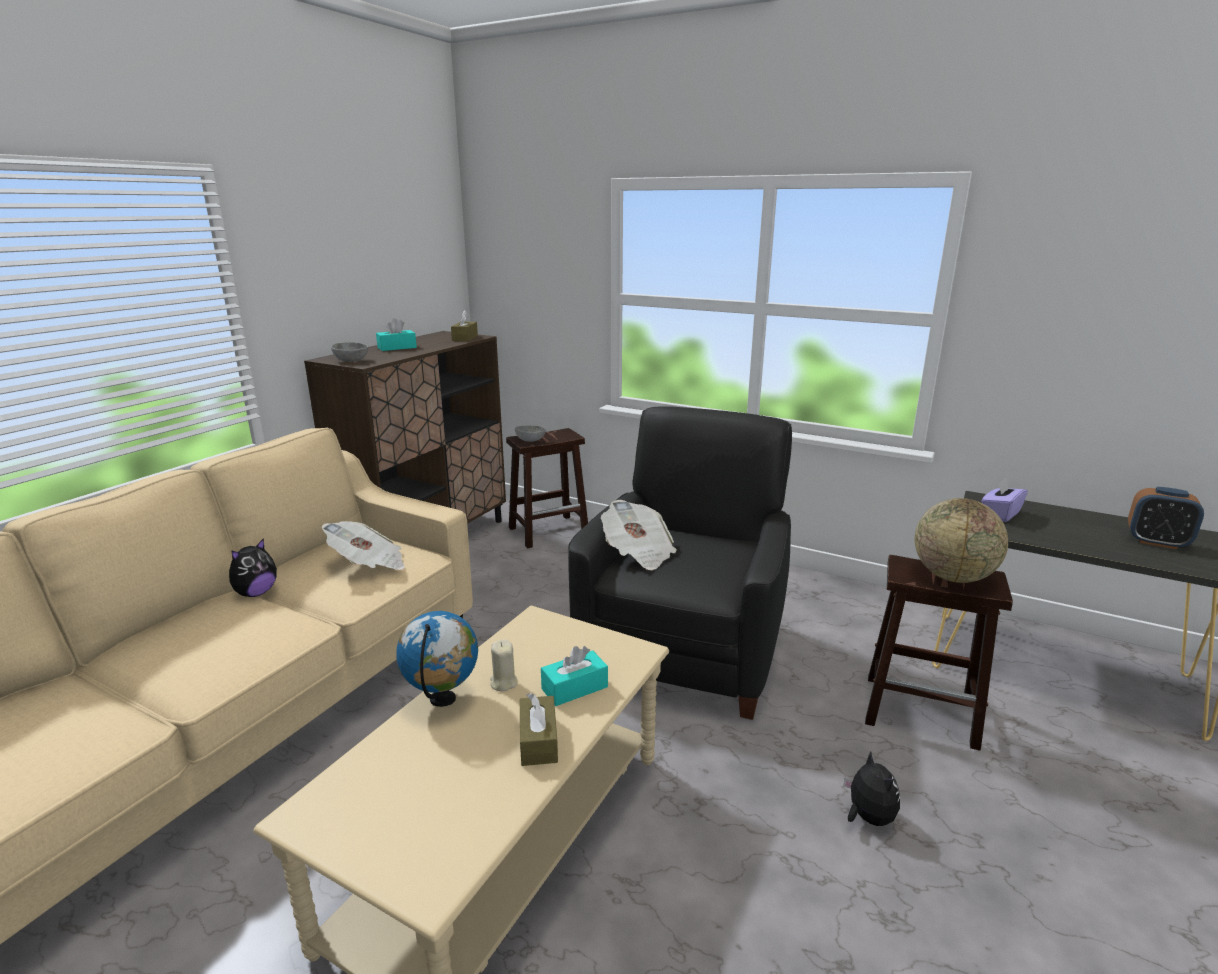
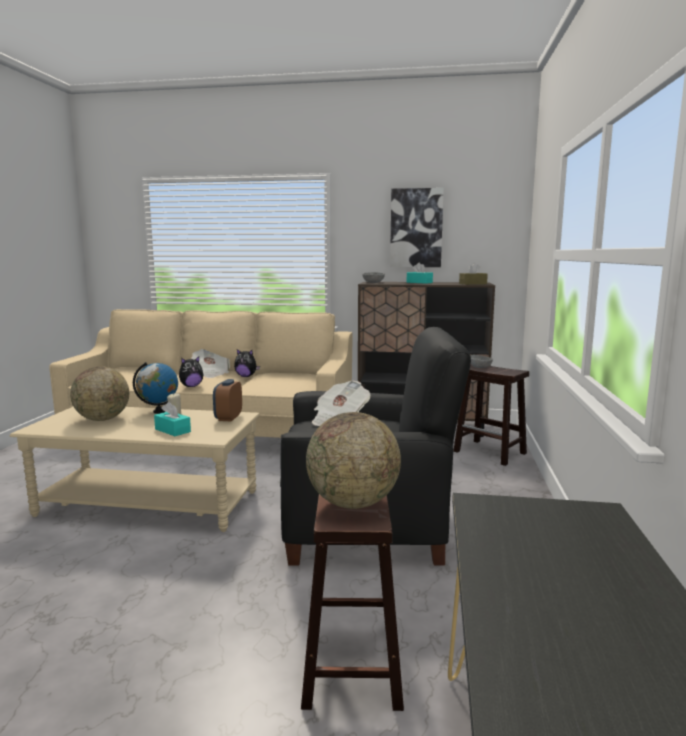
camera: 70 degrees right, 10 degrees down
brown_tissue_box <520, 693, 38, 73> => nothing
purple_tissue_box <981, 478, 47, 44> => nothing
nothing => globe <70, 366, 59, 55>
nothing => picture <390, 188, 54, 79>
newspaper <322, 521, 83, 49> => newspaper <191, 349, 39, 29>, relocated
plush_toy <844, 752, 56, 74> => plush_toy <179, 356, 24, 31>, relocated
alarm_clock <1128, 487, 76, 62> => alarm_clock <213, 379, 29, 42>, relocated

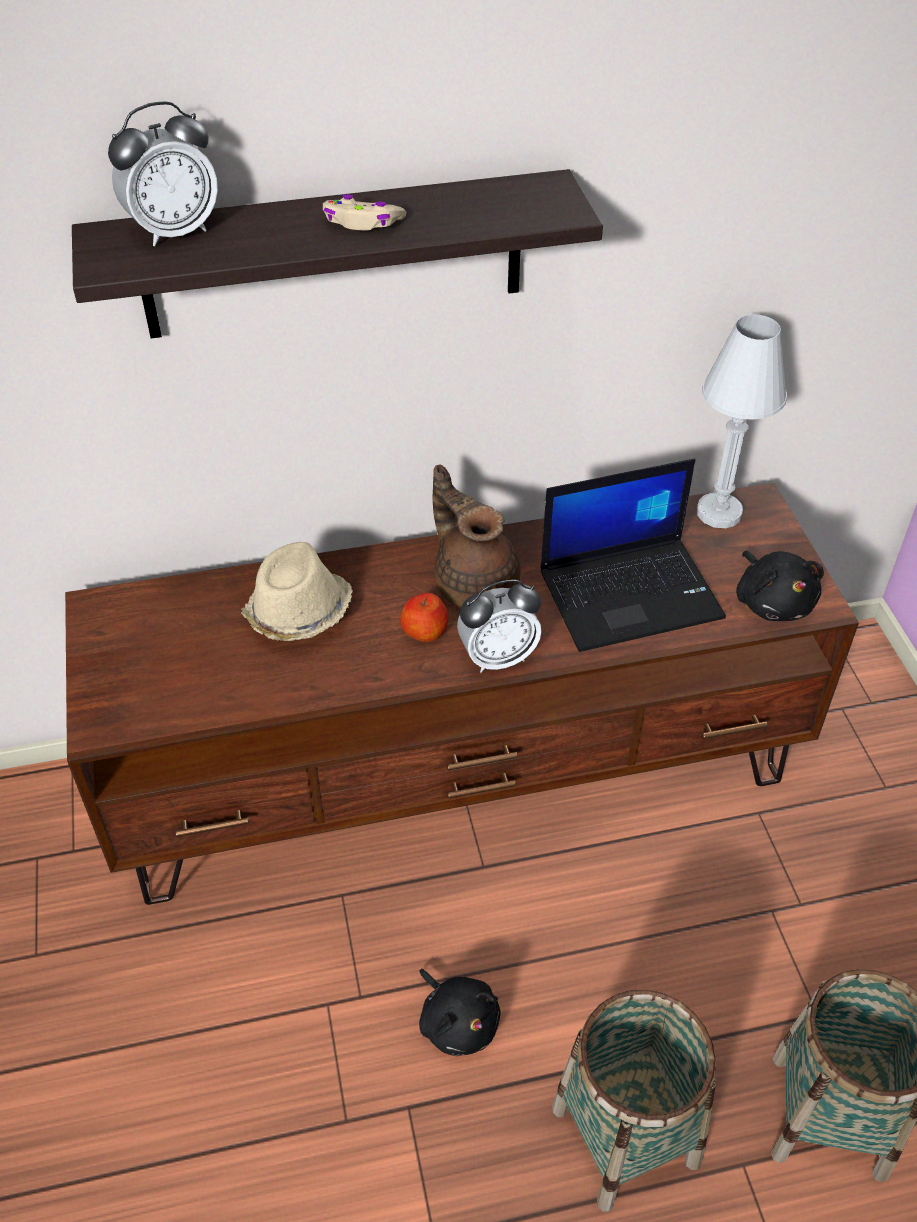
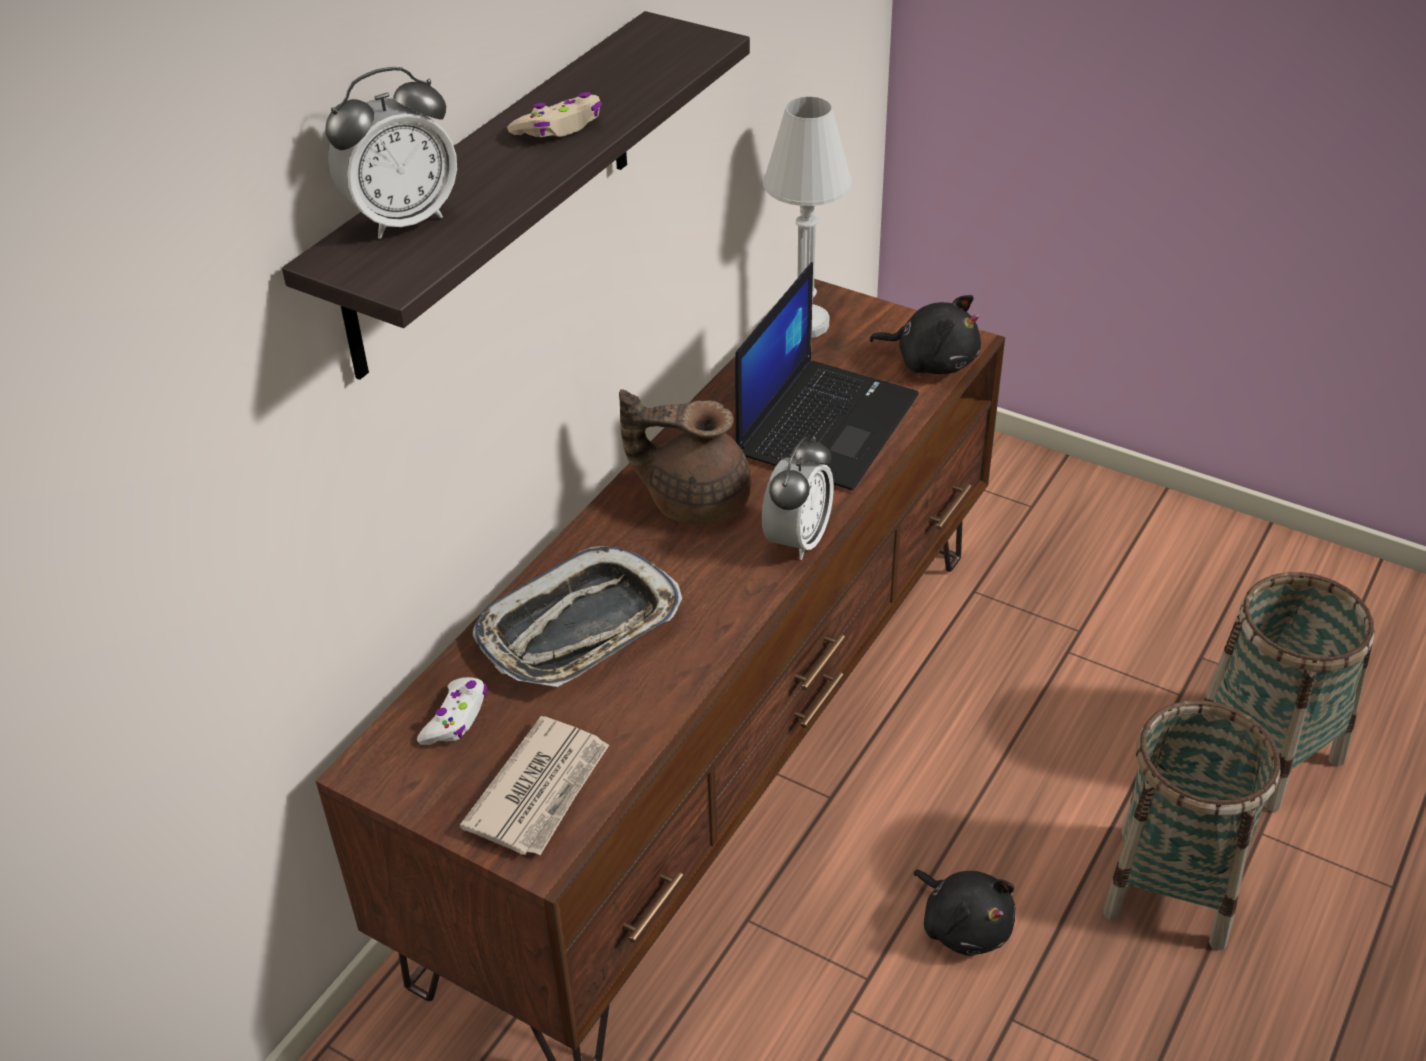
camera: 45 degrees left, 5 degrees down
apple <400, 593, 48, 49> => nothing
nothing => white_game_controller <417, 677, 70, 68>
nothing => newspaper <460, 716, 149, 139>
beige_hat <241, 542, 111, 99> => tray <473, 546, 209, 141>
alarm_clock <108, 102, 110, 144> => alarm_clock <325, 67, 132, 172>, 45 degrees clockwise
black_plush_toy <419, 969, 82, 87> => black_plush_toy <913, 869, 103, 87>, 45 degrees clockwise

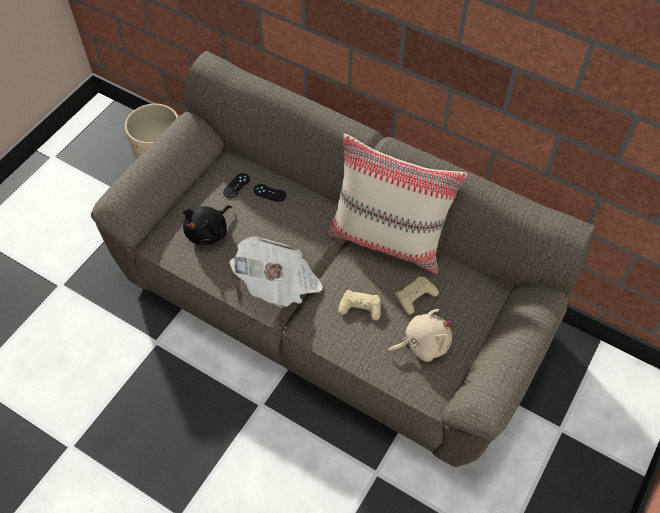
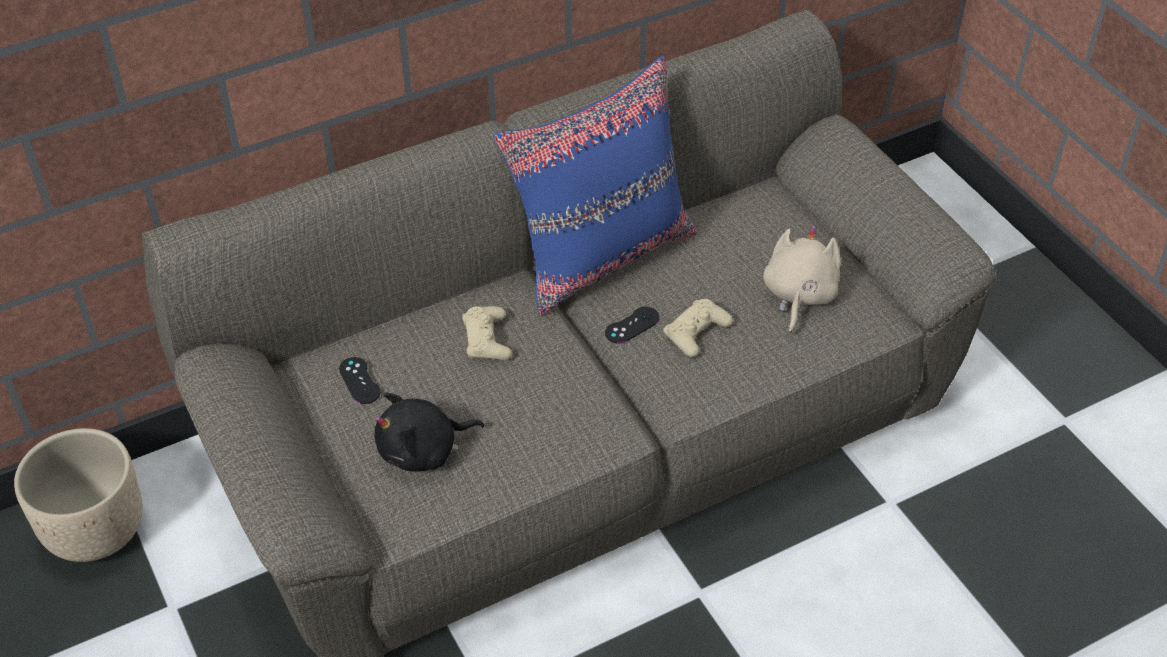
camera: 60 degrees left, 10 degrees down
newspaper <230, 236, 93, 72> => nothing
black_game_controller <253, 184, 33, 18> => black_game_controller <605, 307, 55, 37>, relocated
beige_game_controller <395, 276, 44, 38> => beige_game_controller <462, 306, 50, 54>, relocated
beige_pillow <326, 134, 141, 140> => blue_pillow <493, 56, 204, 260>
black_plush_toy <183, 205, 48, 40> => black_plush_toy <374, 392, 110, 80>, 90 degrees clockwise

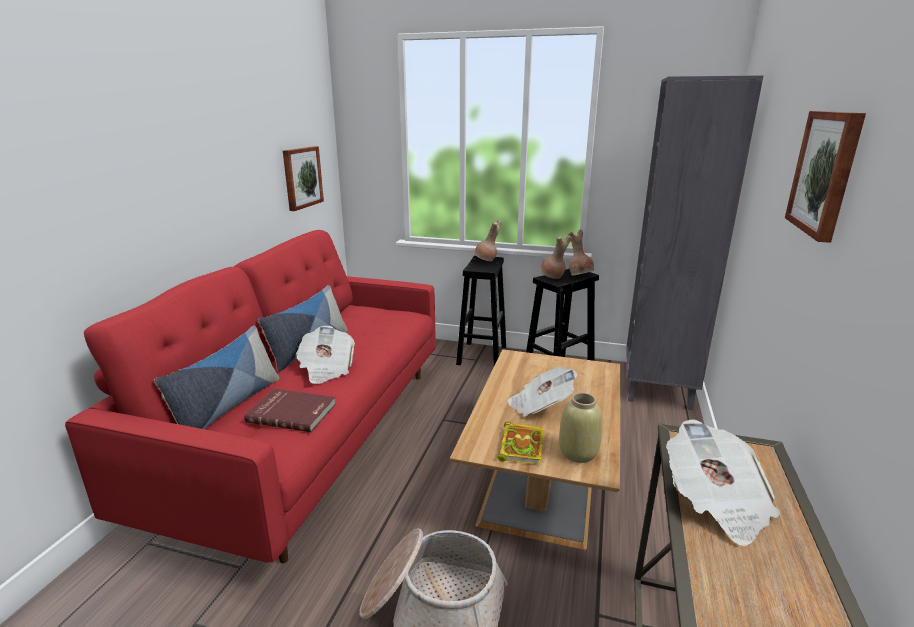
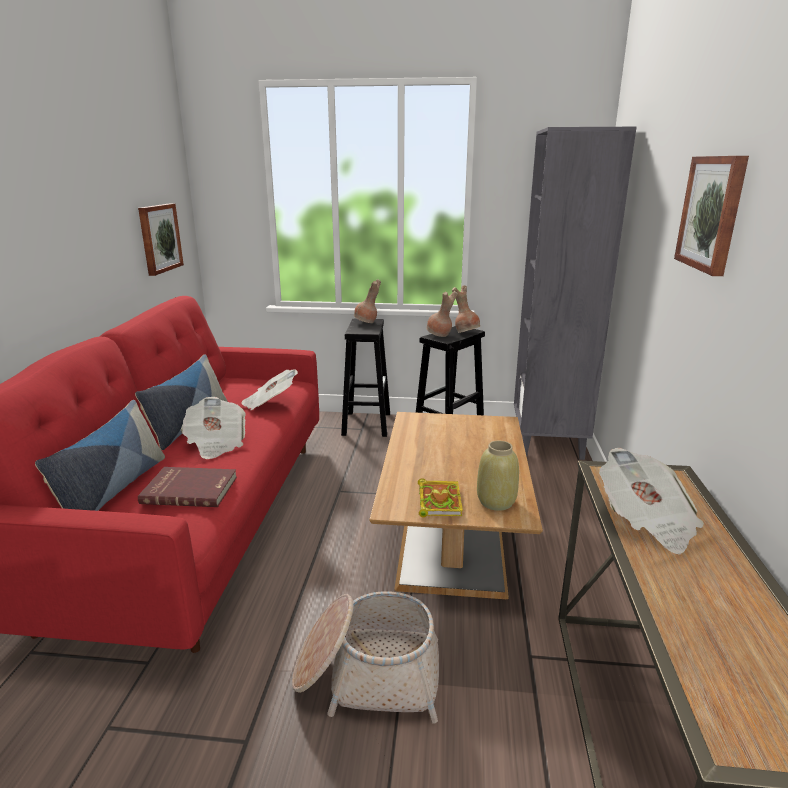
camera: 10 degrees left, 0 degrees up
newspaper <508, 367, 70, 50> => newspaper <241, 369, 57, 41>, relocated

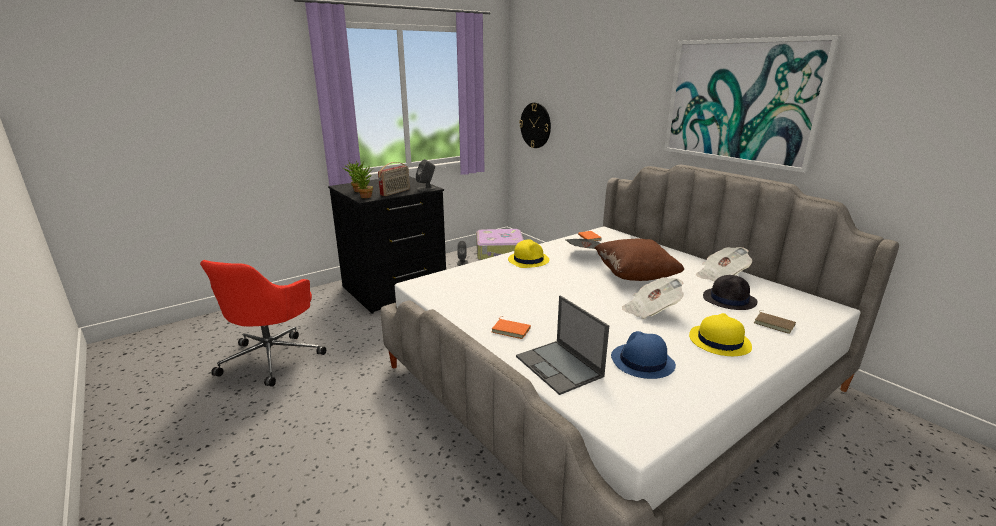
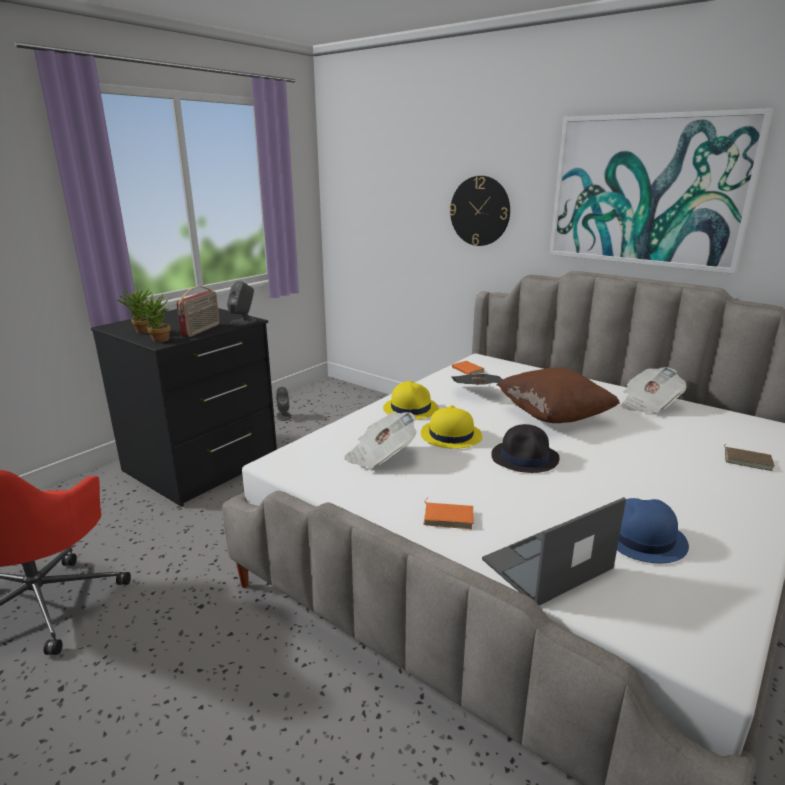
camera: 15 degrees left, 0 degrees up
suitcase <476, 229, 48, 31> => nothing
wall_clock <519, 102, 32, 46> => wall_clock <450, 176, 60, 70>, relocated
newspaper <622, 277, 62, 42> => newspaper <345, 412, 72, 58>, relocated
yellow_hat <689, 313, 63, 43> => yellow_hat <421, 405, 61, 44>, relocated
black_hat <703, 275, 55, 35> => black_hat <491, 424, 69, 49>, relocated
laptop <516, 295, 93, 100> => laptop <482, 497, 144, 108>, 105 degrees clockwise

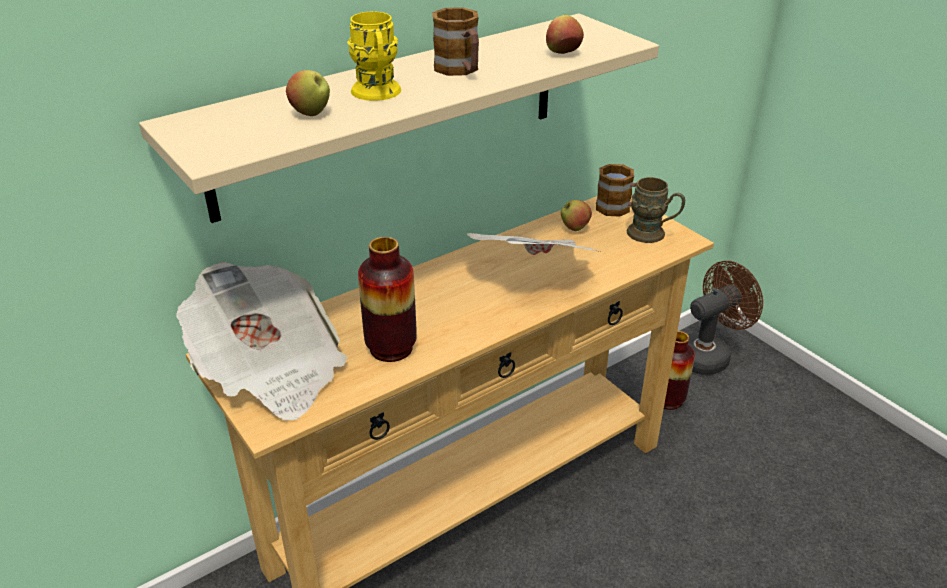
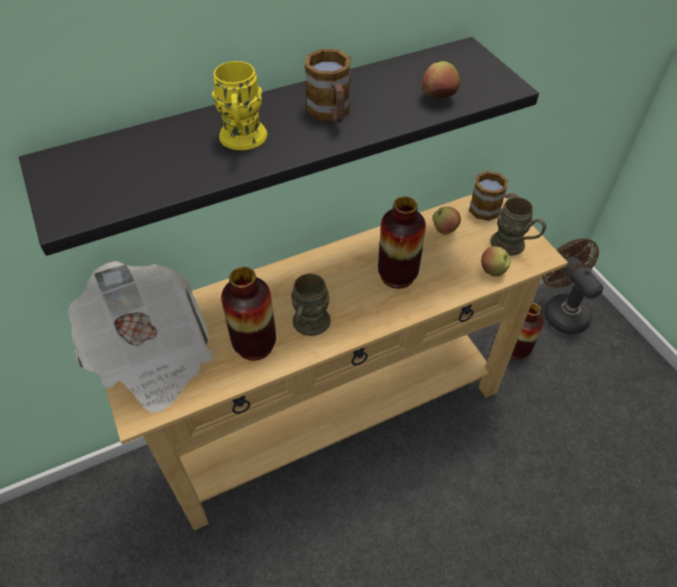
camera: 10 degrees right, 15 degrees up
nothing => brown_mug <291, 274, 40, 62>
apple <286, 70, 44, 46> => apple <481, 246, 30, 30>, relocated
newspaper <467, 233, 133, 22> => vase <378, 197, 48, 92>
beige_shelf <139, 14, 520, 209> => black_shelf <19, 37, 520, 219>
brown_fan <688, 261, 75, 114> => brown_fan <542, 238, 62, 96>, 90 degrees counterclockwise

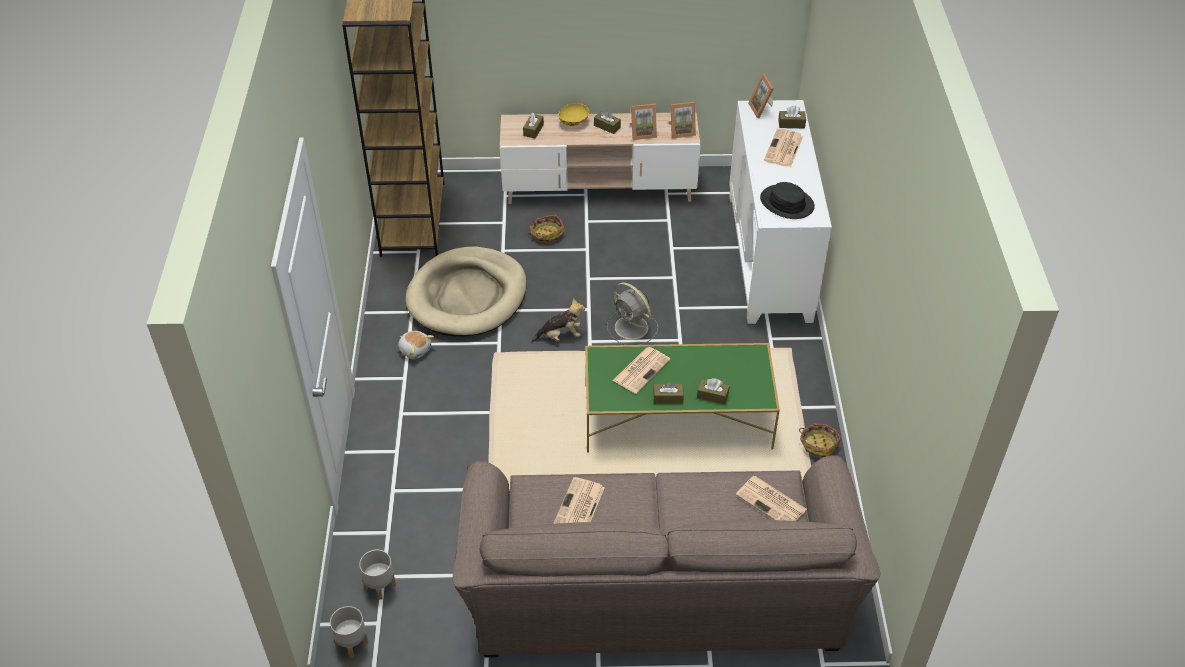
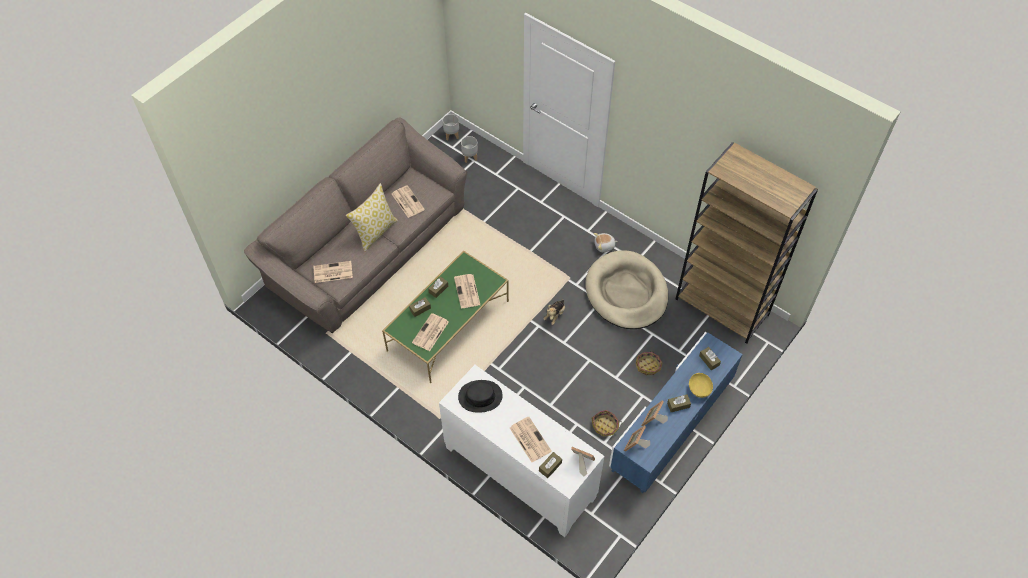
camera: 130 degrees right, 10 degrees up
grey_fan <607, 283, 51, 62> => nothing
nothing => pillow <346, 183, 52, 69>
nothing => newspaper <412, 313, 37, 38>
basket <799, 424, 42, 33> => basket <592, 410, 30, 26>, relocated
beige_tv_stand <500, 112, 200, 92> => blue_tv_stand <609, 332, 134, 161>

